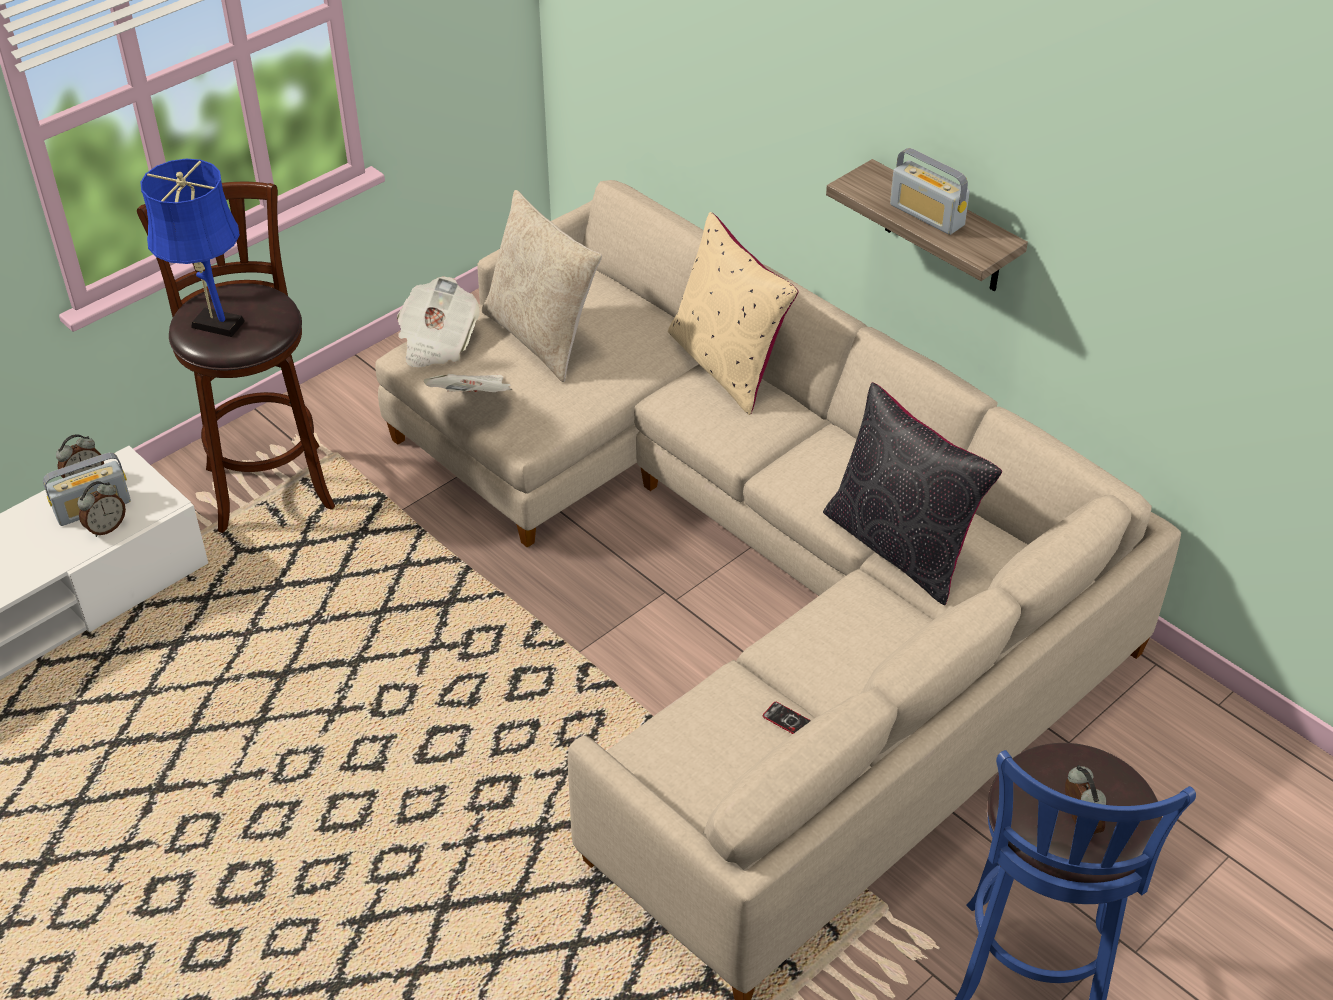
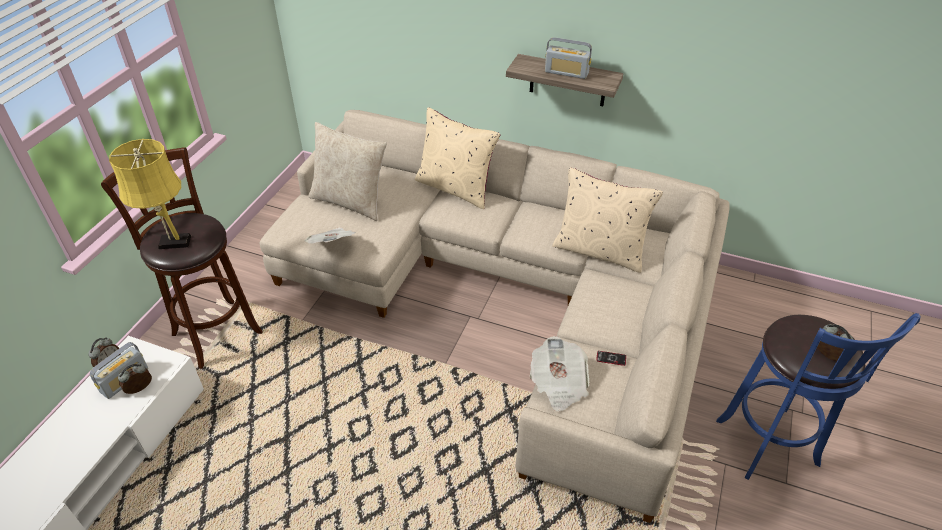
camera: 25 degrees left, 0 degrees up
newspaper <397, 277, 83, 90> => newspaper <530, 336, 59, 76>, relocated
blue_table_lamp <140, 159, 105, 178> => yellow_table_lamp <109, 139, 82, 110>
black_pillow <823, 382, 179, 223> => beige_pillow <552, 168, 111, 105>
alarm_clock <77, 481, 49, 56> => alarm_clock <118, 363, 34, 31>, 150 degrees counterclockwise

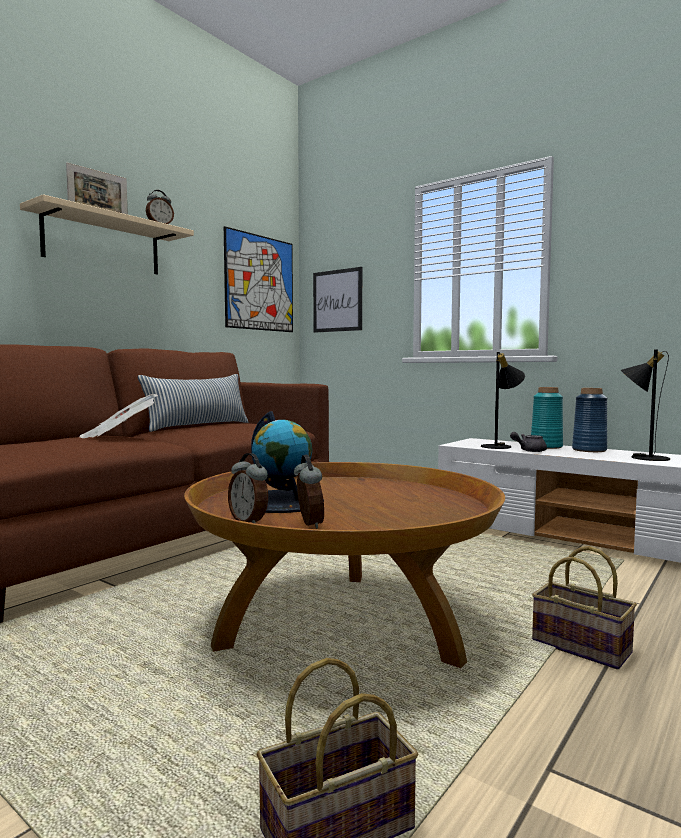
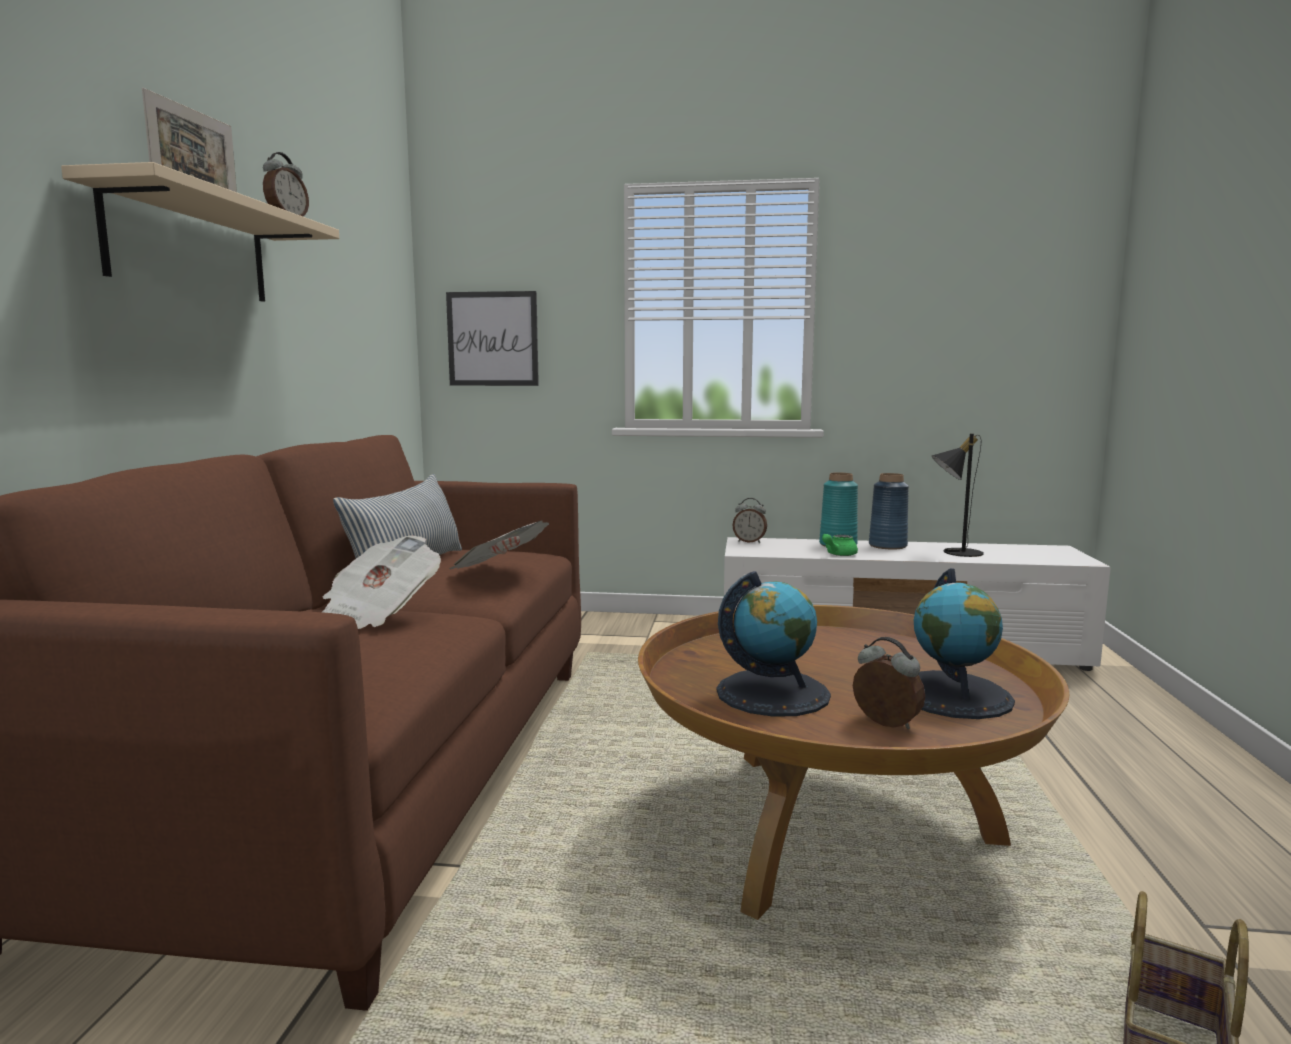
camera: 30 degrees left, 5 degrees up
picture <224, 226, 69, 106> => nothing
black_table_lamp <481, 352, 44, 97> => nothing
basket <532, 546, 105, 124> => nothing
nothing => newspaper <449, 520, 100, 49>
nothing => globe <914, 568, 101, 151>
alarm_clock <228, 453, 40, 70> => alarm_clock <733, 498, 34, 45>, relocated
grey_teapot <510, 432, 37, 20> => green_teapot <822, 534, 36, 22>

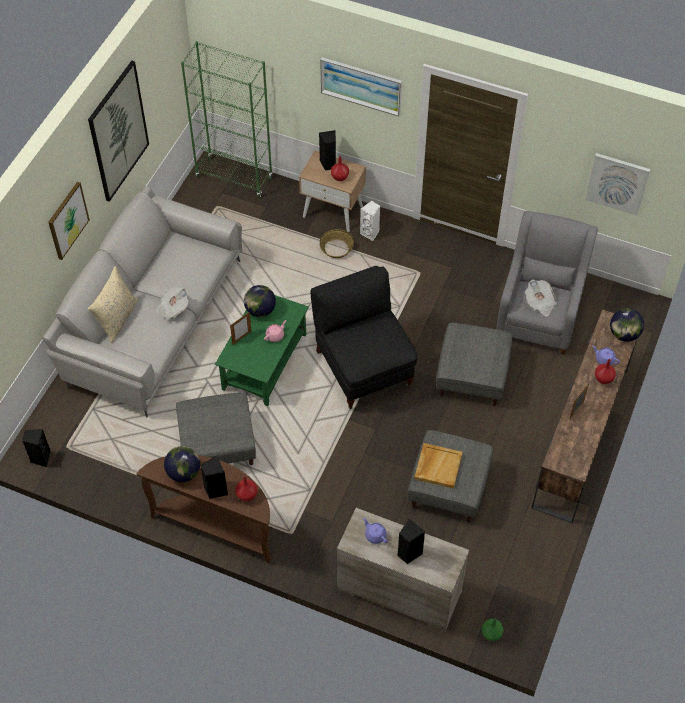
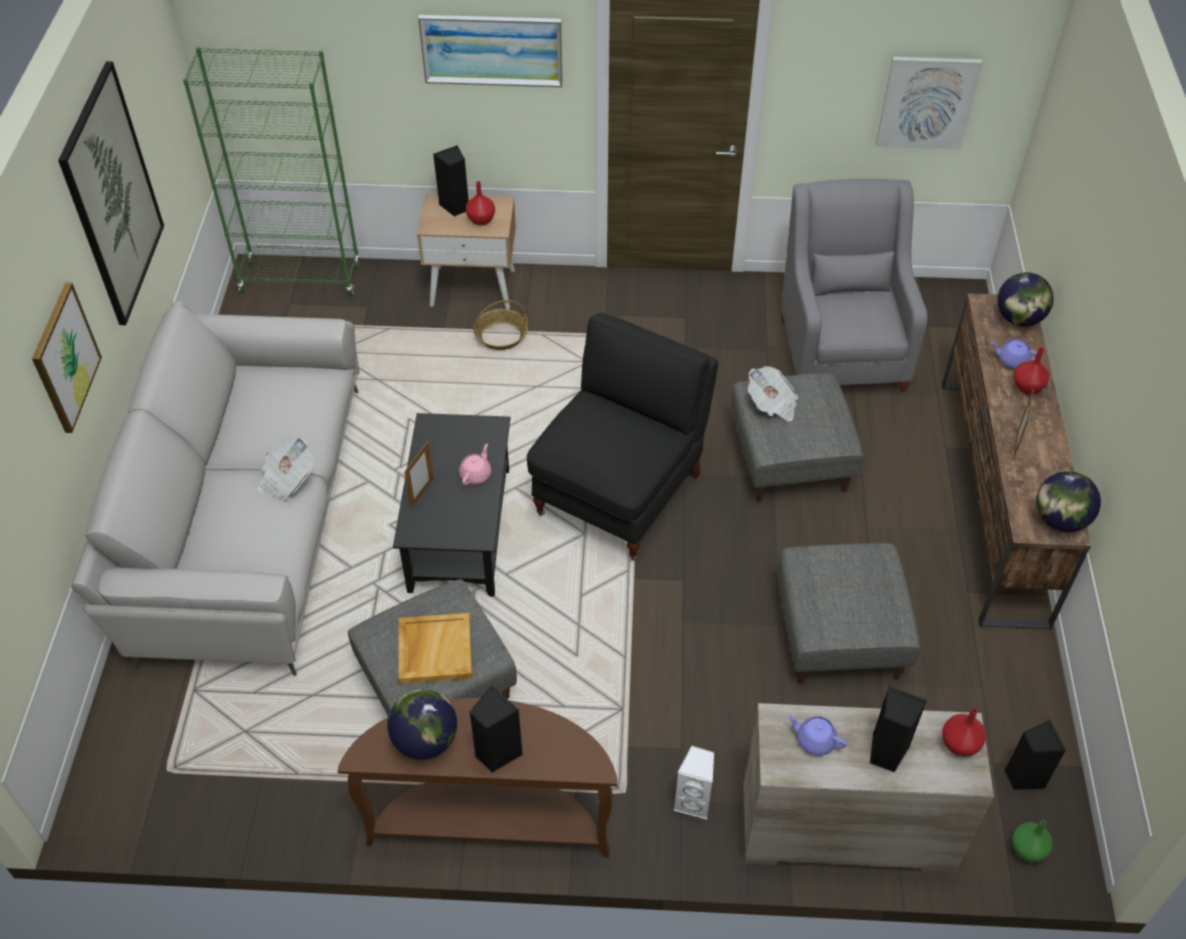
camera: 20 degrees left, 5 degrees down
beige_pillow <88, 266, 50, 77> => nothing
black_speaker <22, 429, 29, 38> => black_speaker <1004, 720, 62, 70>, relocated
red_vase <235, 477, 23, 25> => red_vase <942, 708, 44, 49>, relocated
globe <244, 285, 32, 32> => globe <1036, 471, 65, 61>, relocated
white_speaker <360, 201, 20, 40> => white_speaker <673, 746, 41, 73>, relocated
beige_tray <414, 443, 49, 46> => beige_tray <399, 613, 73, 71>, relocated
newspaper <525, 279, 32, 37> => newspaper <747, 366, 52, 55>, relocated
green_coffee_table <215, 295, 94, 111> => black_coffee_table <393, 413, 117, 184>
black_armchair <310, 266, 108, 143> => black_armchair <527, 313, 191, 248>, 75 degrees clockwise

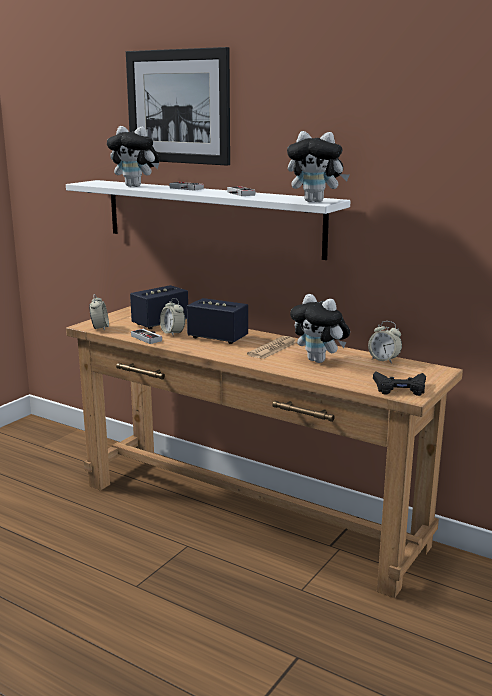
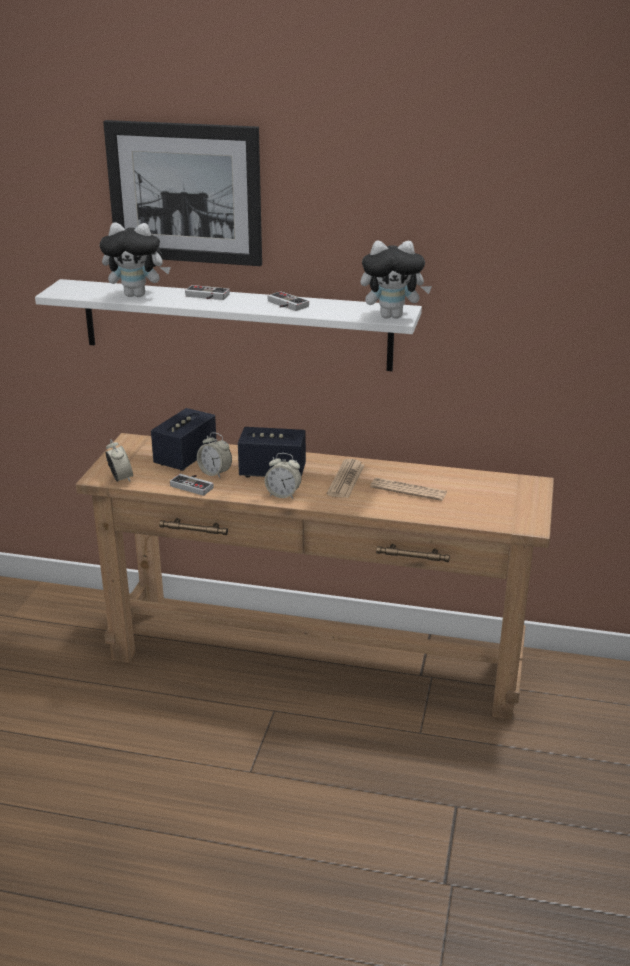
camera: 20 degrees left, 10 degrees up
black_game_controller <373, 372, 53, 24> => nothing
alarm_clock <368, 321, 34, 43> => alarm_clock <265, 453, 36, 46>, relocated
plush_toy <290, 294, 60, 69> => newspaper <370, 478, 77, 23>

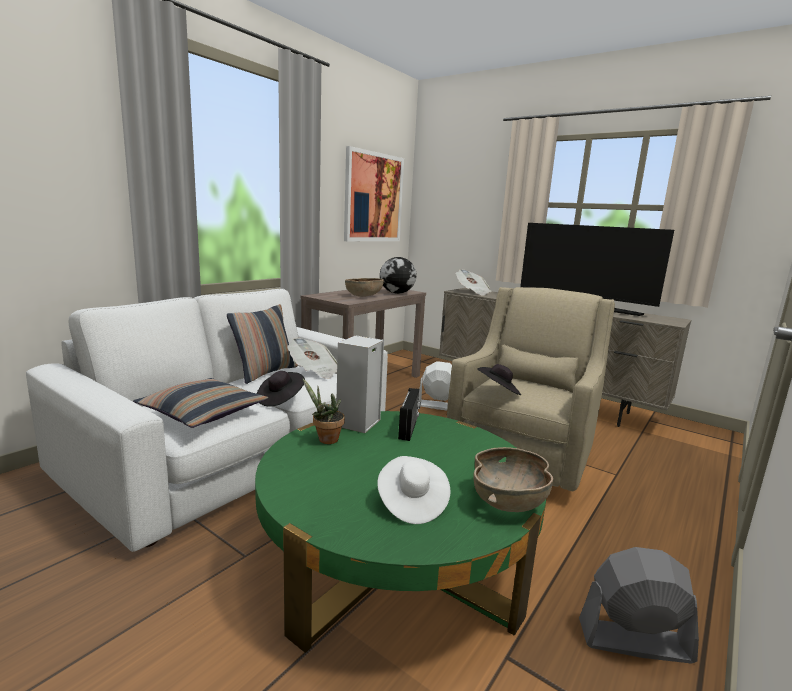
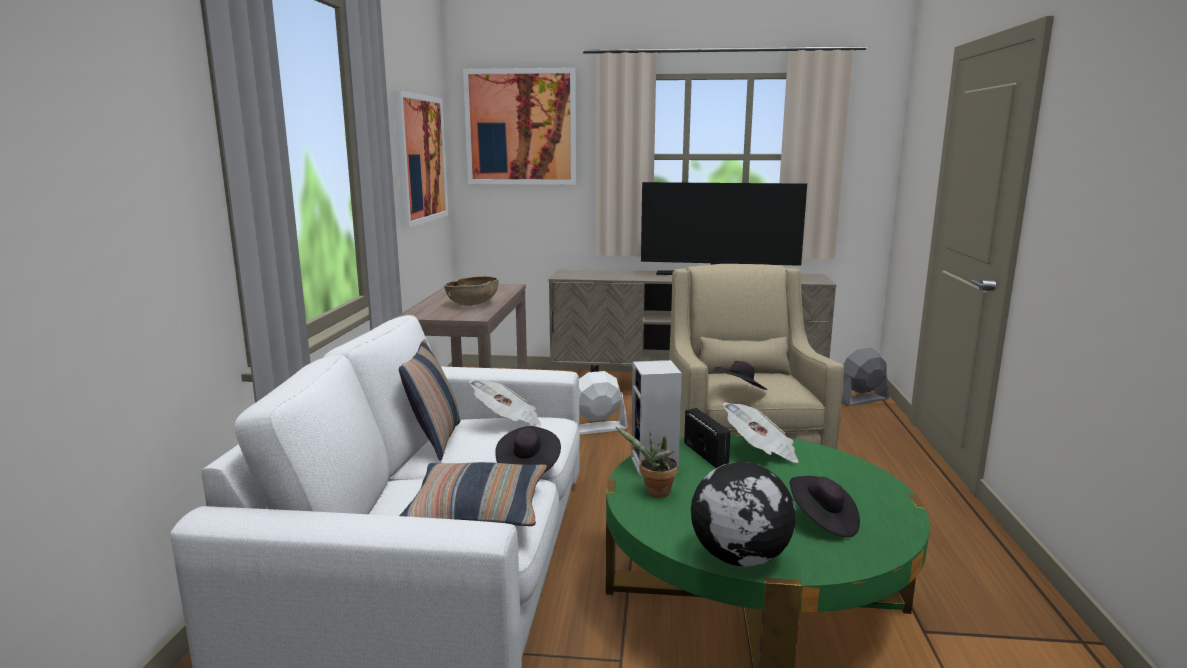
camera: 30 degrees left, 0 degrees up
brown_bowl <473, 447, 80, 65> => nothing
nothing => picture <463, 68, 113, 117>
globe <380, 257, 37, 37> => globe <691, 462, 105, 105>, relocated
newspaper <456, 269, 36, 27> => newspaper <723, 402, 76, 61>, relocated
grey_fan <579, 547, 120, 116> => grey_fan <841, 348, 48, 58>, relocated
white_hat <377, 456, 73, 68> => black_hat <790, 476, 70, 61>

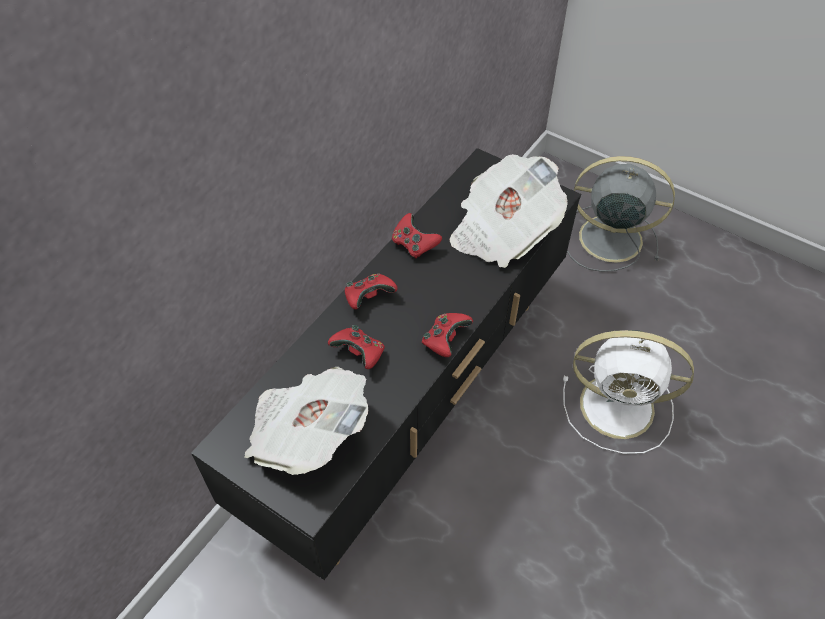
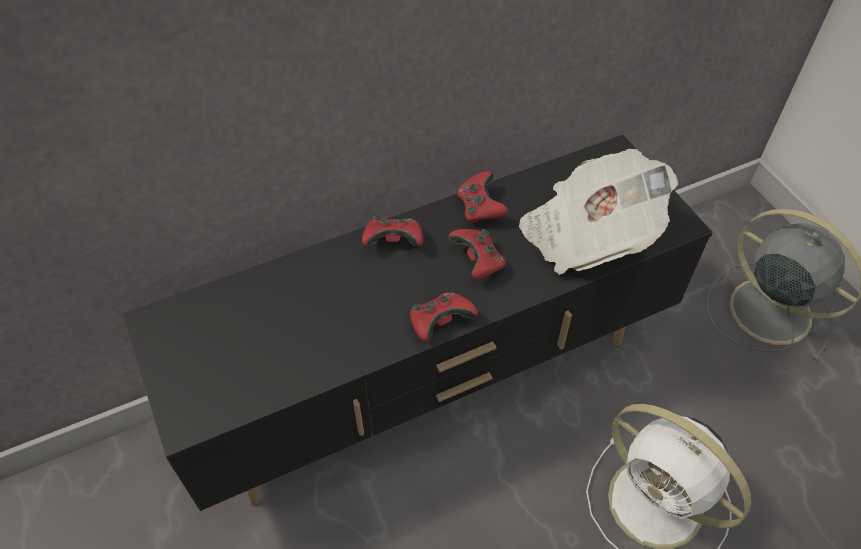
camera: 30 degrees right, 0 degrees up
newspaper <244, 367, 124, 108> => nothing
red_game_controller <328, 325, 57, 44> => red_game_controller <448, 229, 58, 50>, relocated

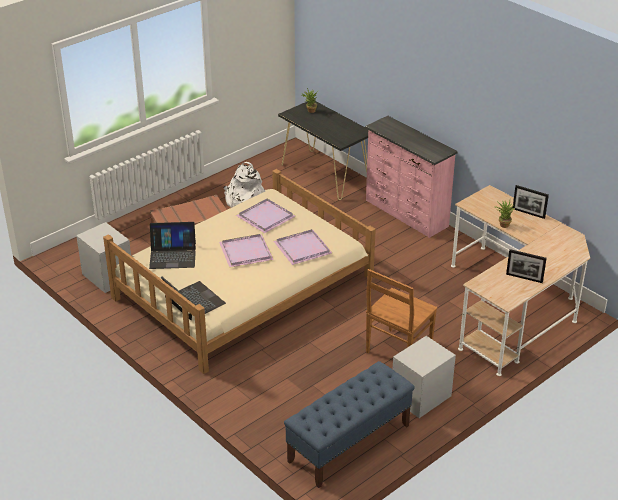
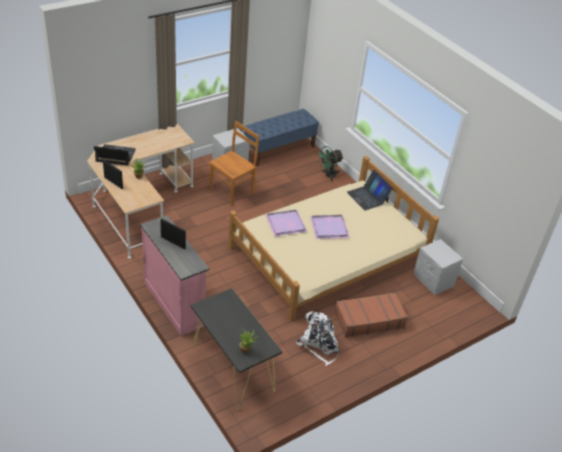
camera: 175 degrees left, 5 degrees up
purple_tray <236, 199, 60, 34> => nothing
nothing => green_fan <316, 146, 27, 35>
laptop <149, 222, 47, 47> => laptop <94, 144, 42, 22>, relocated
picture_frame <506, 249, 41, 34> => picture_frame <160, 218, 26, 31>, relocated

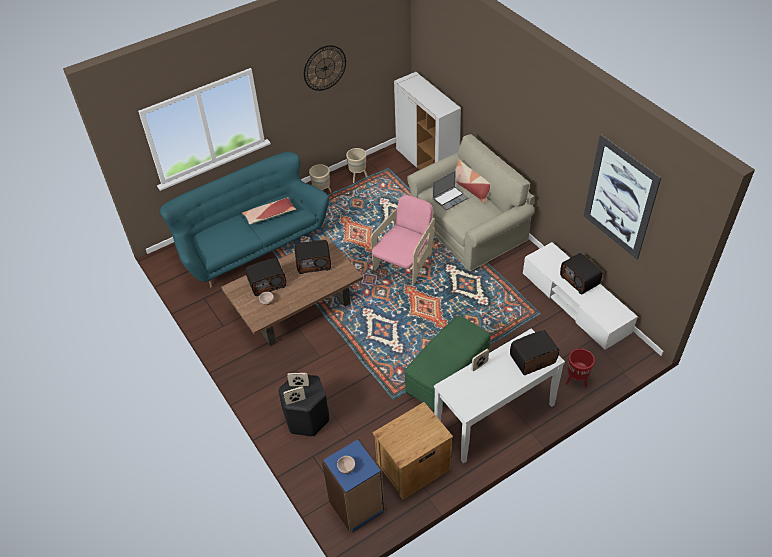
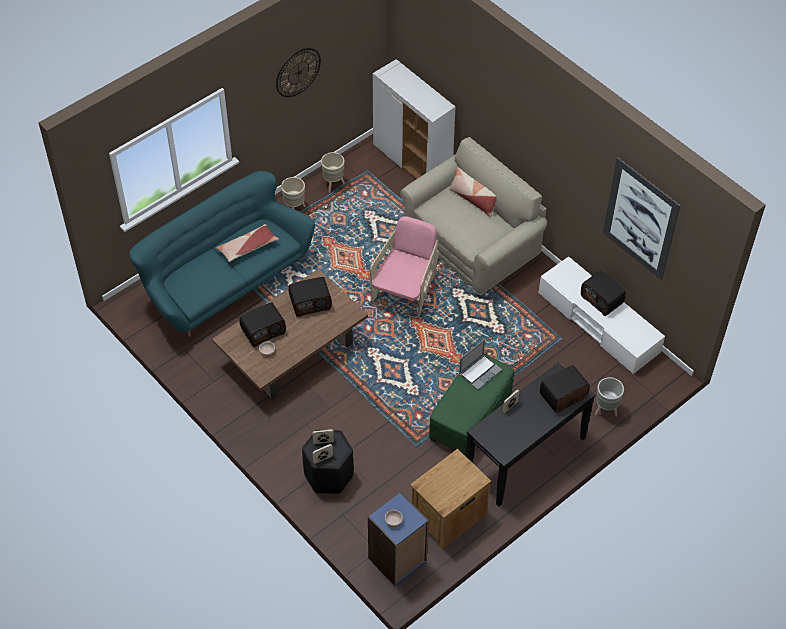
camera: 10 degrees left, 5 degrees up
laptop <433, 170, 35, 41> => laptop <459, 339, 43, 51>, relocated
white_console_table <434, 329, 131, 134> => black_console_table <466, 363, 129, 143>
red_planter <566, 349, 29, 39> => grey_planter <595, 377, 29, 40>

